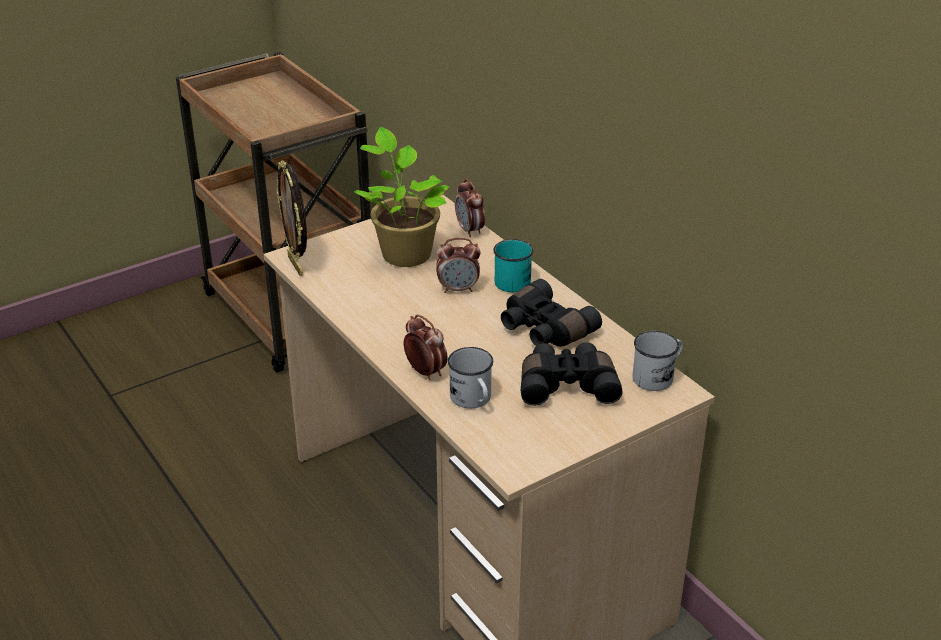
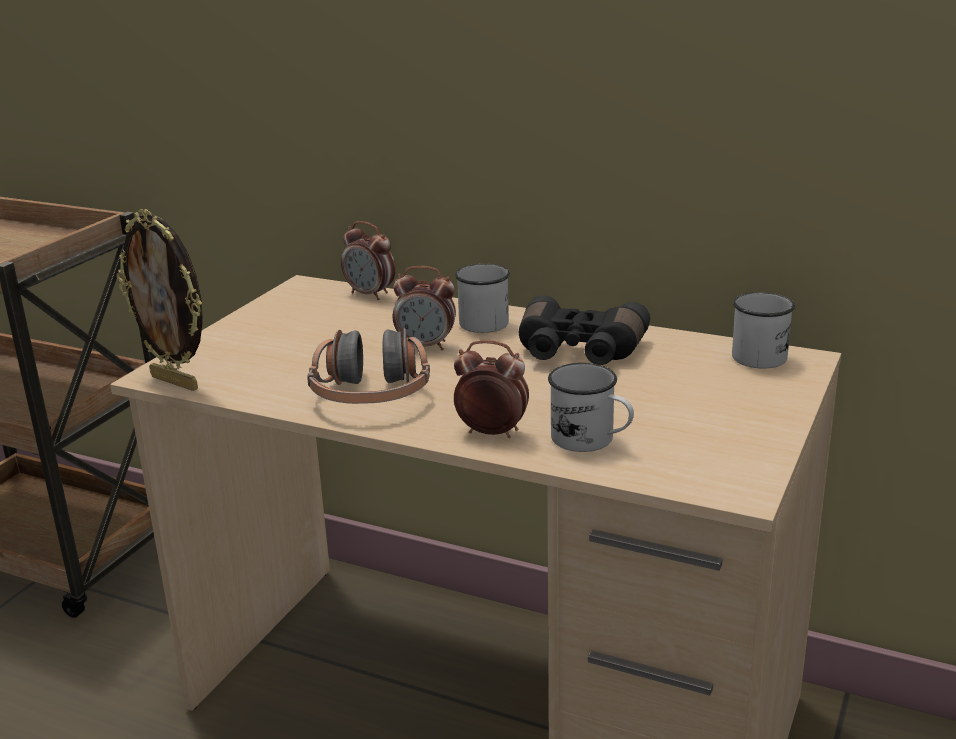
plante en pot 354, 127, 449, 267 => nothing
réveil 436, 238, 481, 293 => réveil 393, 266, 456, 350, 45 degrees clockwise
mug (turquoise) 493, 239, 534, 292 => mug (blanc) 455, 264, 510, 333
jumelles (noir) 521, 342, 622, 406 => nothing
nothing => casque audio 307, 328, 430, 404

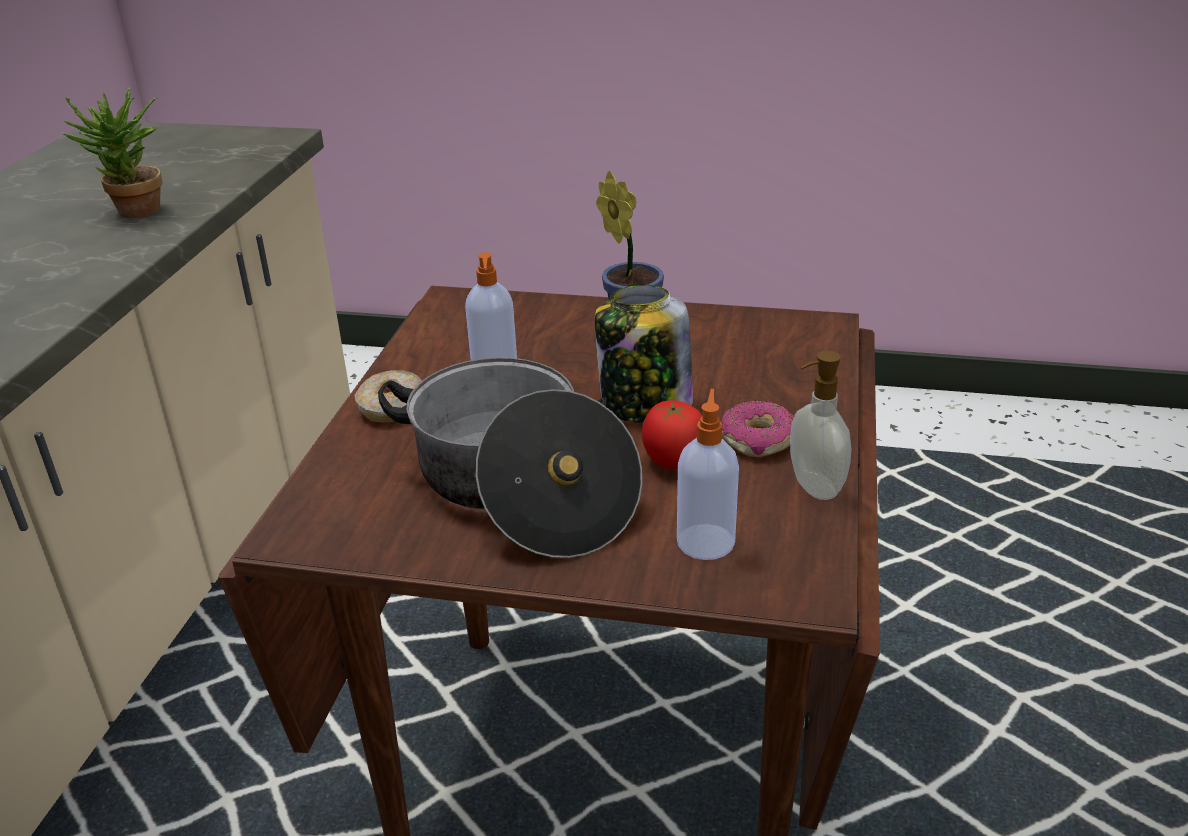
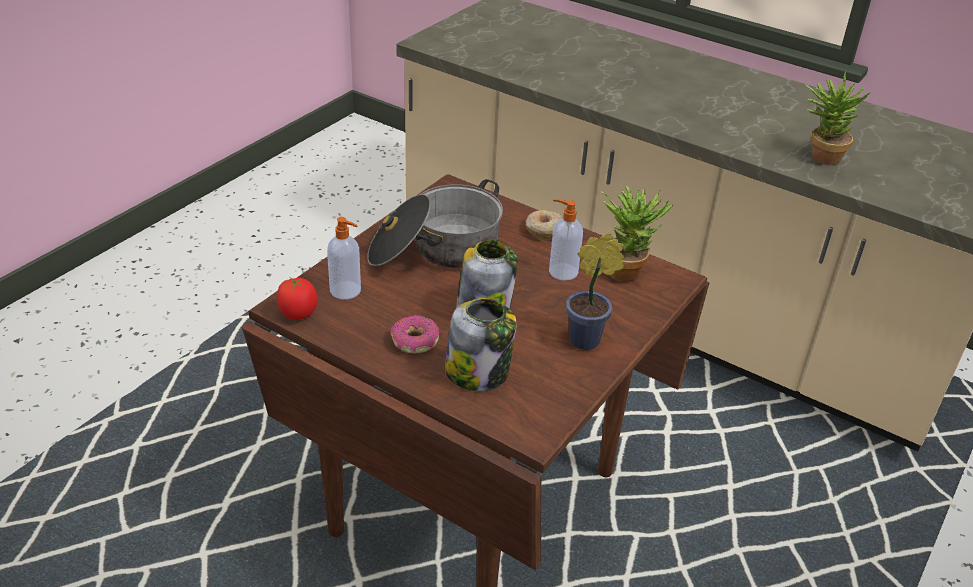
distributeur de savon 790, 350, 852, 500 => nothing
tomate 642, 400, 702, 469 => tomate 277, 276, 318, 320, shifted
nothing => plante en pot 601, 186, 674, 282
nothing => bocal 445, 298, 516, 391

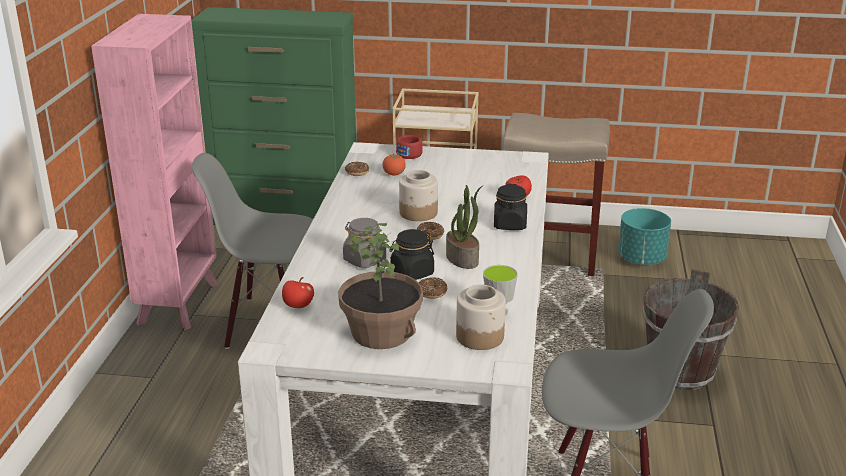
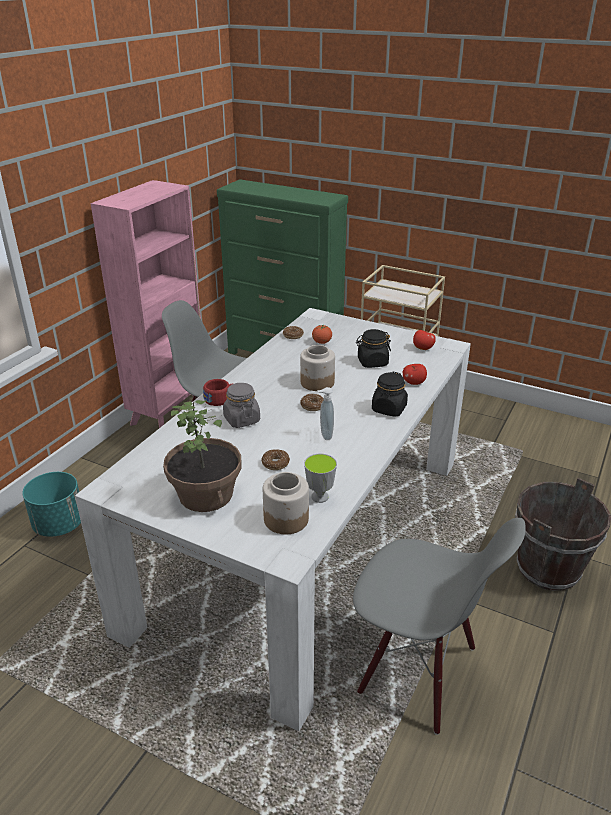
tabouret (beige) 503, 113, 610, 276 => nothing
tasse (rouge) 396, 135, 423, 159 => tasse (rouge) 203, 379, 231, 406, shifted
plante en pot 446, 185, 483, 269 => distributeur de savon 317, 387, 334, 440
cache-pot (turquoise) 618, 208, 671, 265 => cache-pot (turquoise) 22, 472, 81, 537, shifted
bocal (noir) 389, 229, 434, 280 => bocal (noir) 356, 329, 391, 368, shifted
pomme 282, 277, 314, 308 => pomme 413, 329, 436, 350, shifted

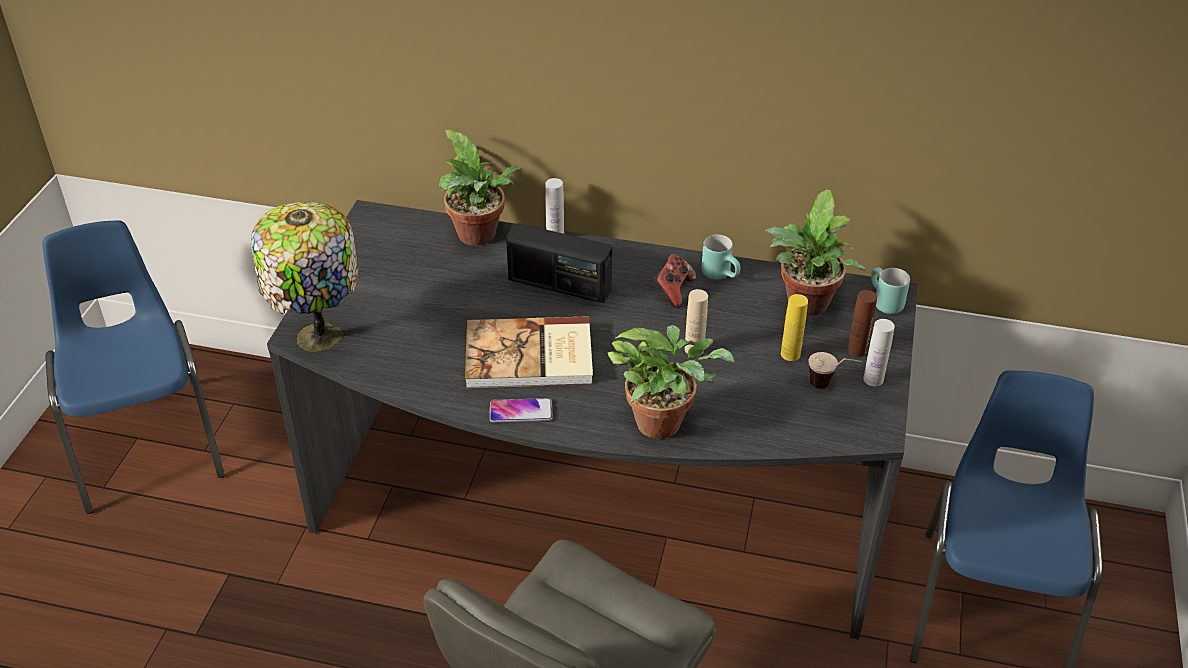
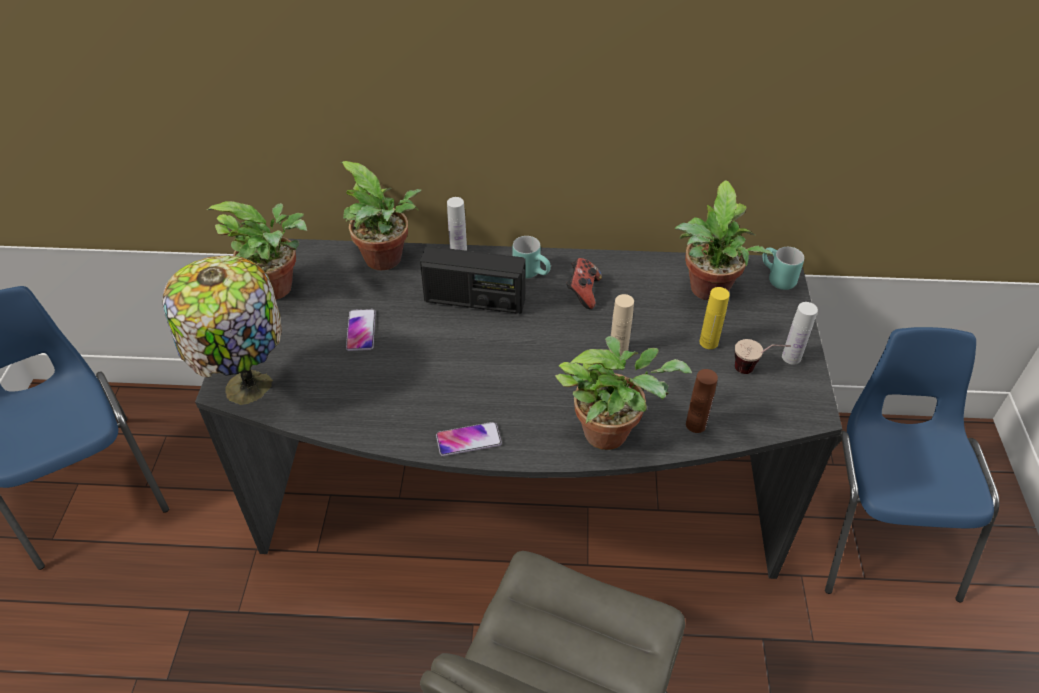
mug (turquoise) 701, 235, 740, 280 => mug (turquoise) 513, 236, 551, 279, shifted
bouteille (marron) 847, 290, 877, 357 => bouteille (marron) 686, 369, 718, 433, shifted
livre 465, 316, 593, 388 => nothing
nothing => plante en pot 207, 201, 307, 300
nothing => téléphone 346, 309, 376, 351

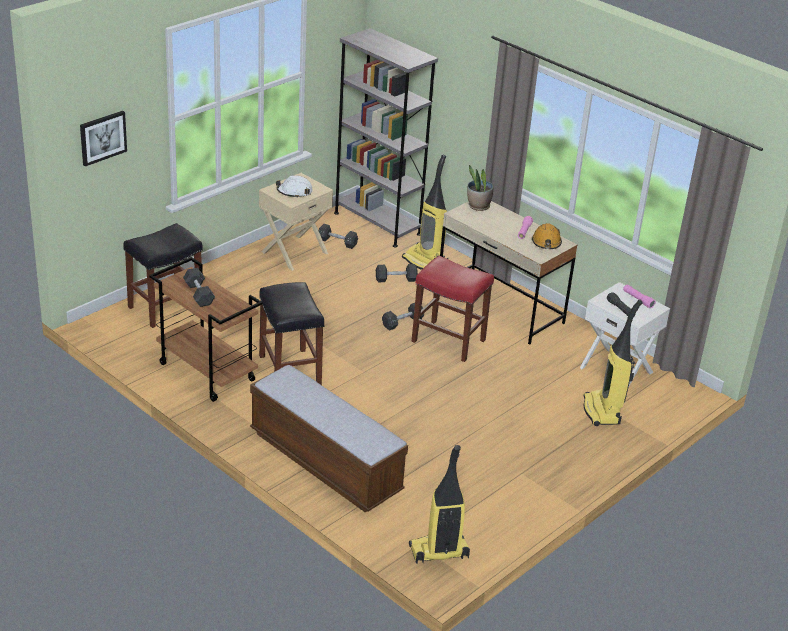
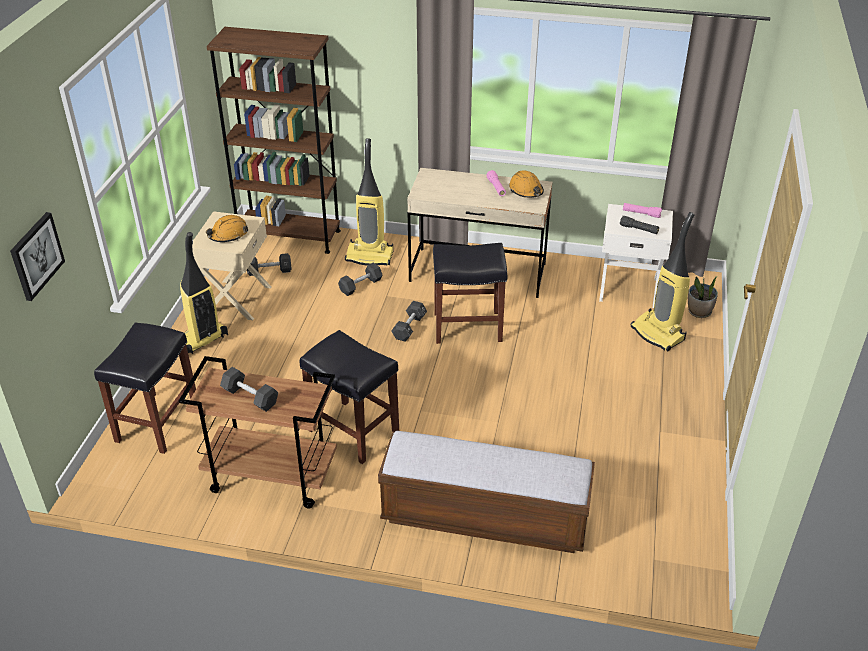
bibliothèque (gris) 334, 28, 438, 248 => bibliothèque (marron) 206, 27, 341, 254
plante en pot 467, 165, 494, 211 => plante en pot 688, 276, 718, 318, shifted
casque de chantier (blanc) 276, 175, 313, 197 => casque de chantier (orange) 206, 215, 248, 242
tabouret (rouge) 412, 256, 494, 362 => tabouret (noir) 433, 243, 507, 344
aspirateur 409, 445, 470, 564 => aspirateur 180, 232, 228, 354, shifted

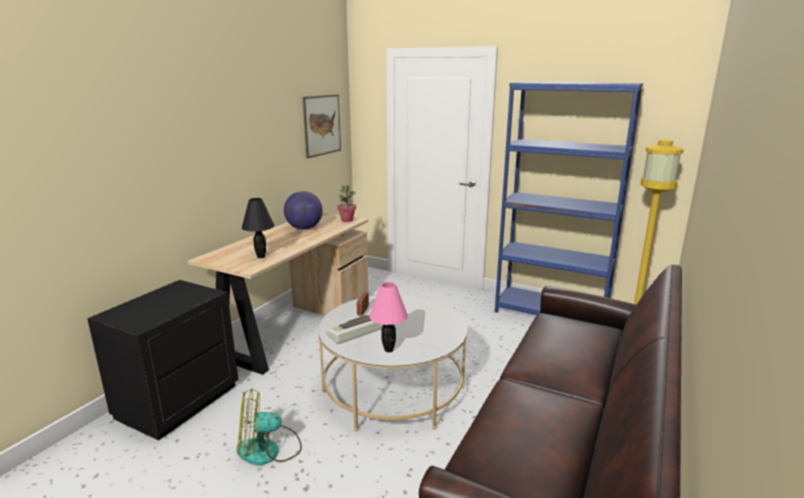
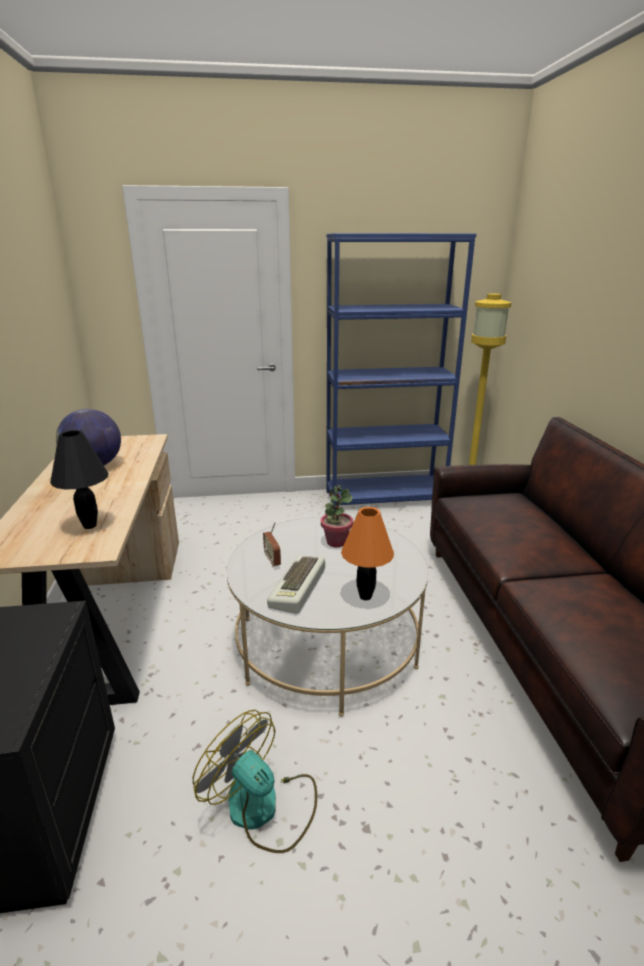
tableau 303, 94, 341, 158 => nothing
plante en pot 337, 185, 356, 222 => plante en pot 321, 485, 353, 547, shifted
lampe de table (rose) 369, 282, 408, 352 => lampe de table (orange) 341, 507, 394, 600
ventilateur 236, 388, 302, 466 => ventilateur 193, 710, 317, 853, 90 degrees clockwise

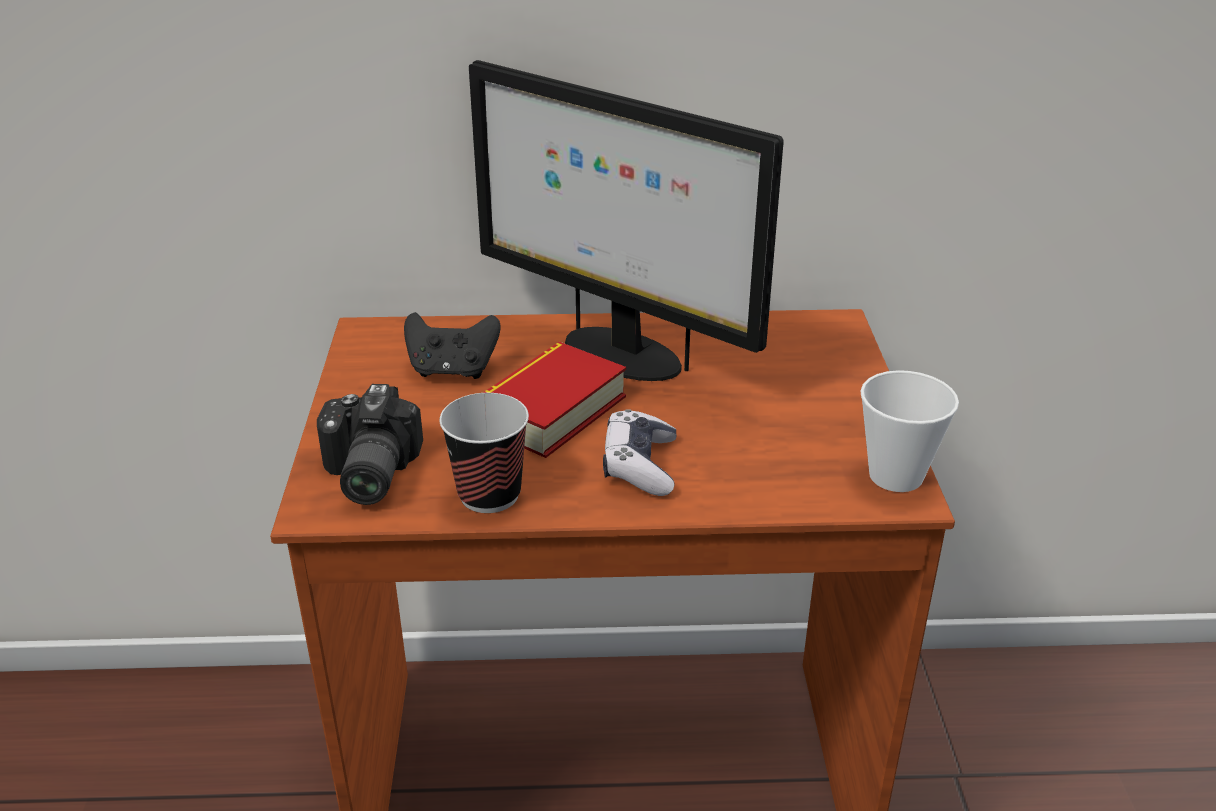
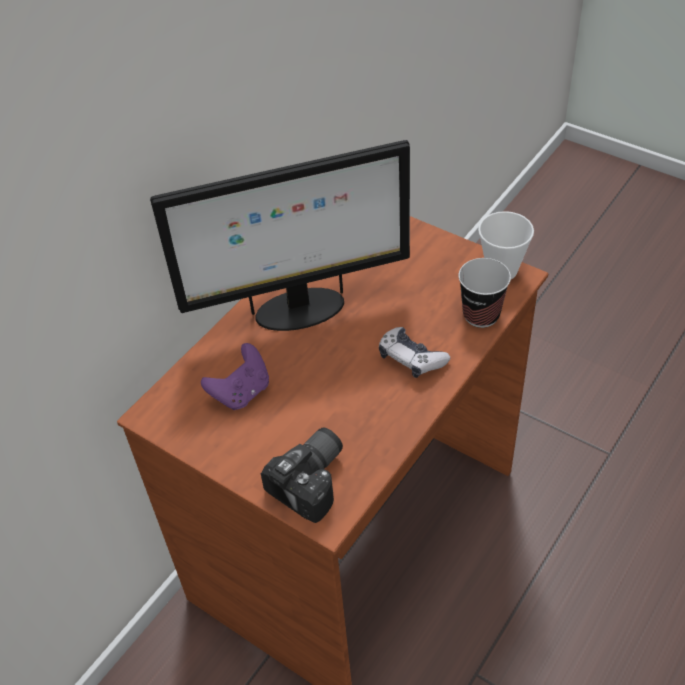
manette (noir) 404, 312, 501, 379 => manette (violet) 201, 343, 269, 410
livre 483, 342, 626, 458 => nothing
appareil photo 317, 384, 423, 505 => appareil photo 261, 427, 343, 523, 90 degrees counterclockwise
tasse 439, 393, 529, 513 => tasse 458, 258, 511, 328, shifted

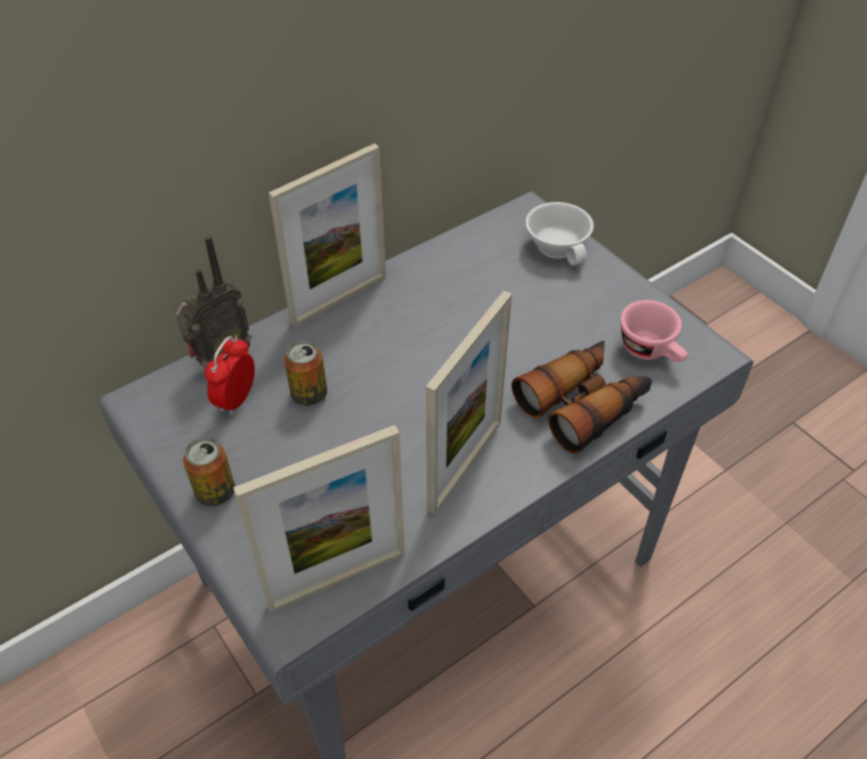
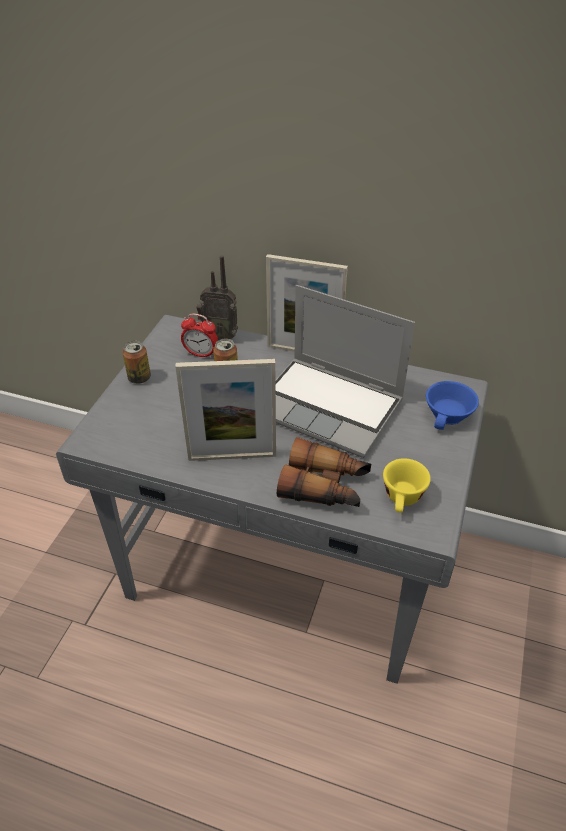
tasse (blanc) 525, 202, 594, 266 => tasse (bleu) 426, 381, 479, 430
tasse (rose) 620, 300, 688, 362 => tasse (jaune) 383, 458, 431, 513
réveil 205, 336, 255, 415 => réveil 181, 313, 218, 358, 150 degrees counterclockwise
cadre photo 233, 425, 405, 612 => nothing
nothing => ordinateur portable 275, 285, 415, 458

